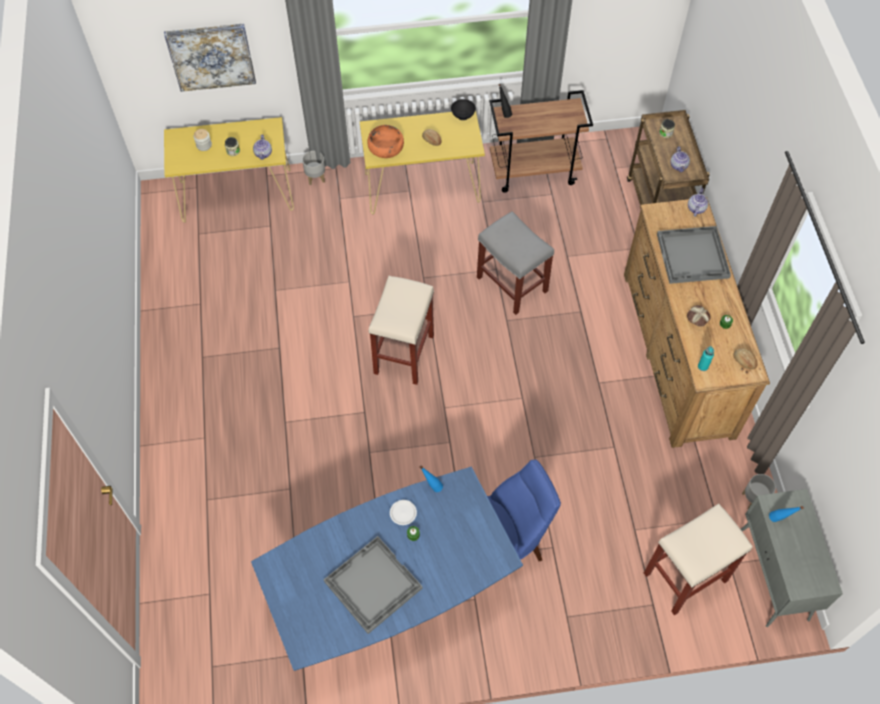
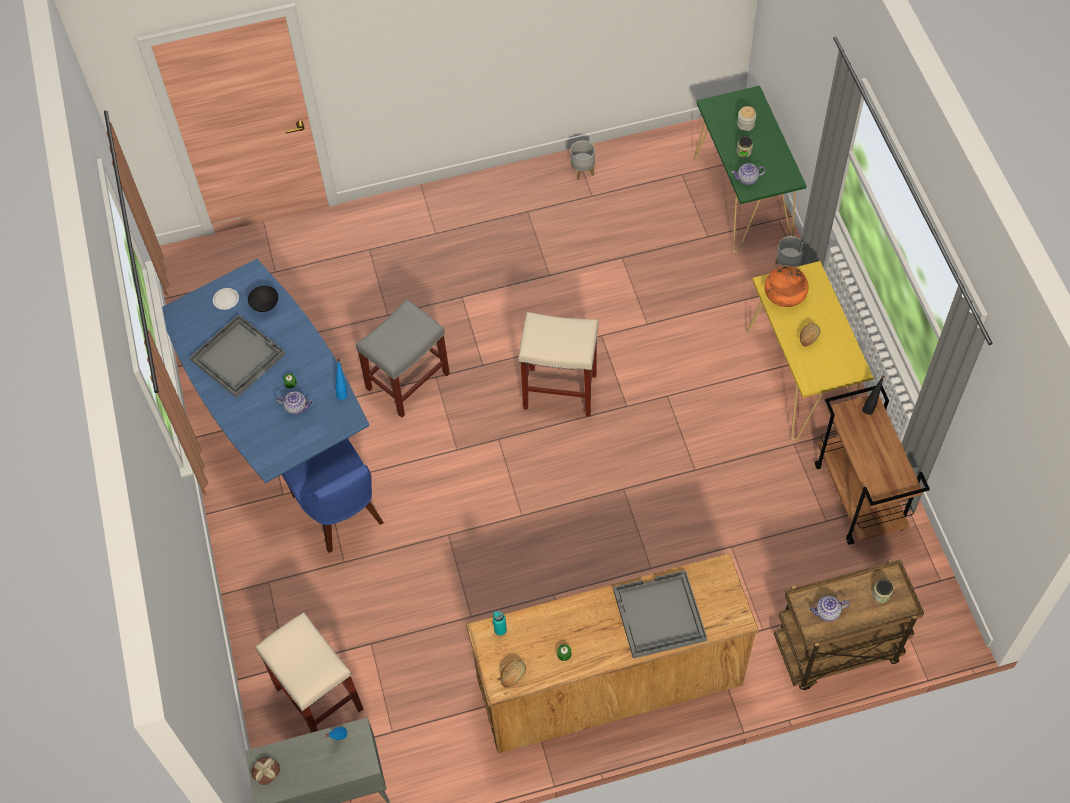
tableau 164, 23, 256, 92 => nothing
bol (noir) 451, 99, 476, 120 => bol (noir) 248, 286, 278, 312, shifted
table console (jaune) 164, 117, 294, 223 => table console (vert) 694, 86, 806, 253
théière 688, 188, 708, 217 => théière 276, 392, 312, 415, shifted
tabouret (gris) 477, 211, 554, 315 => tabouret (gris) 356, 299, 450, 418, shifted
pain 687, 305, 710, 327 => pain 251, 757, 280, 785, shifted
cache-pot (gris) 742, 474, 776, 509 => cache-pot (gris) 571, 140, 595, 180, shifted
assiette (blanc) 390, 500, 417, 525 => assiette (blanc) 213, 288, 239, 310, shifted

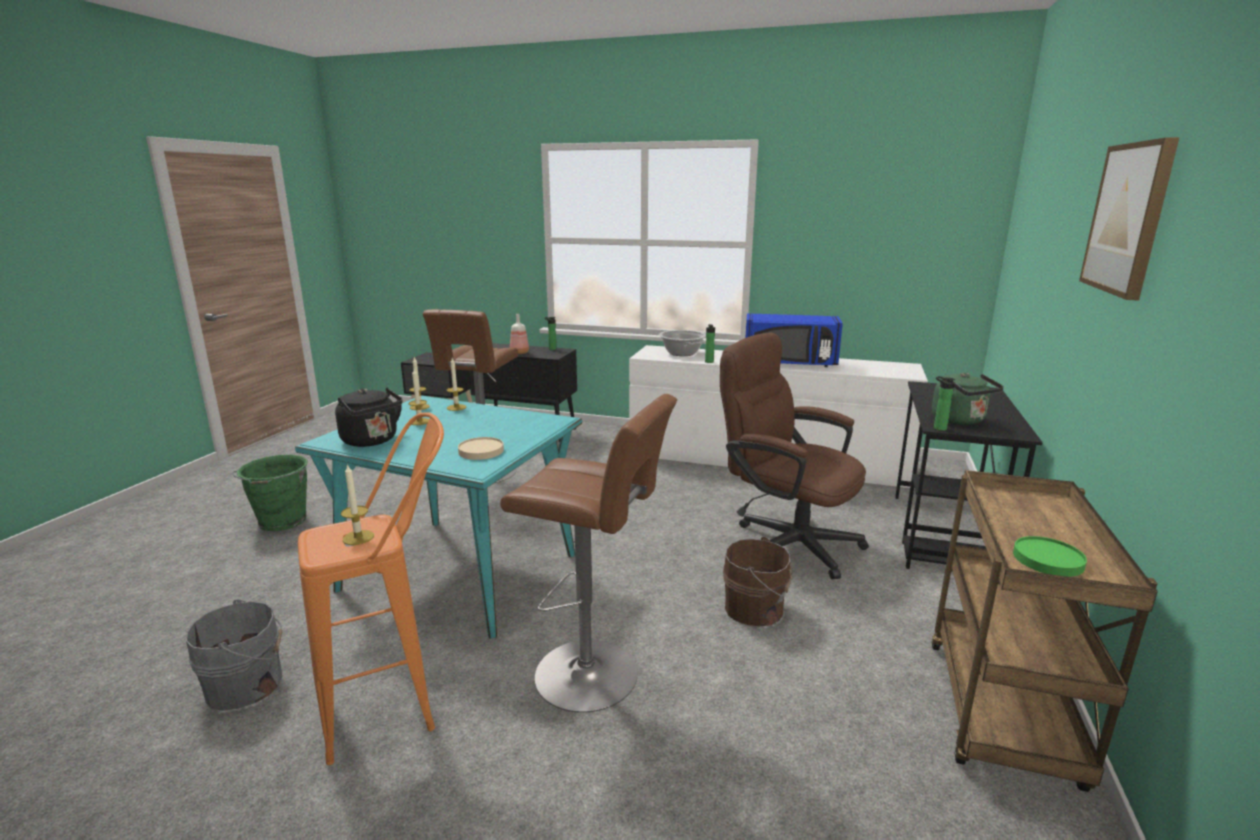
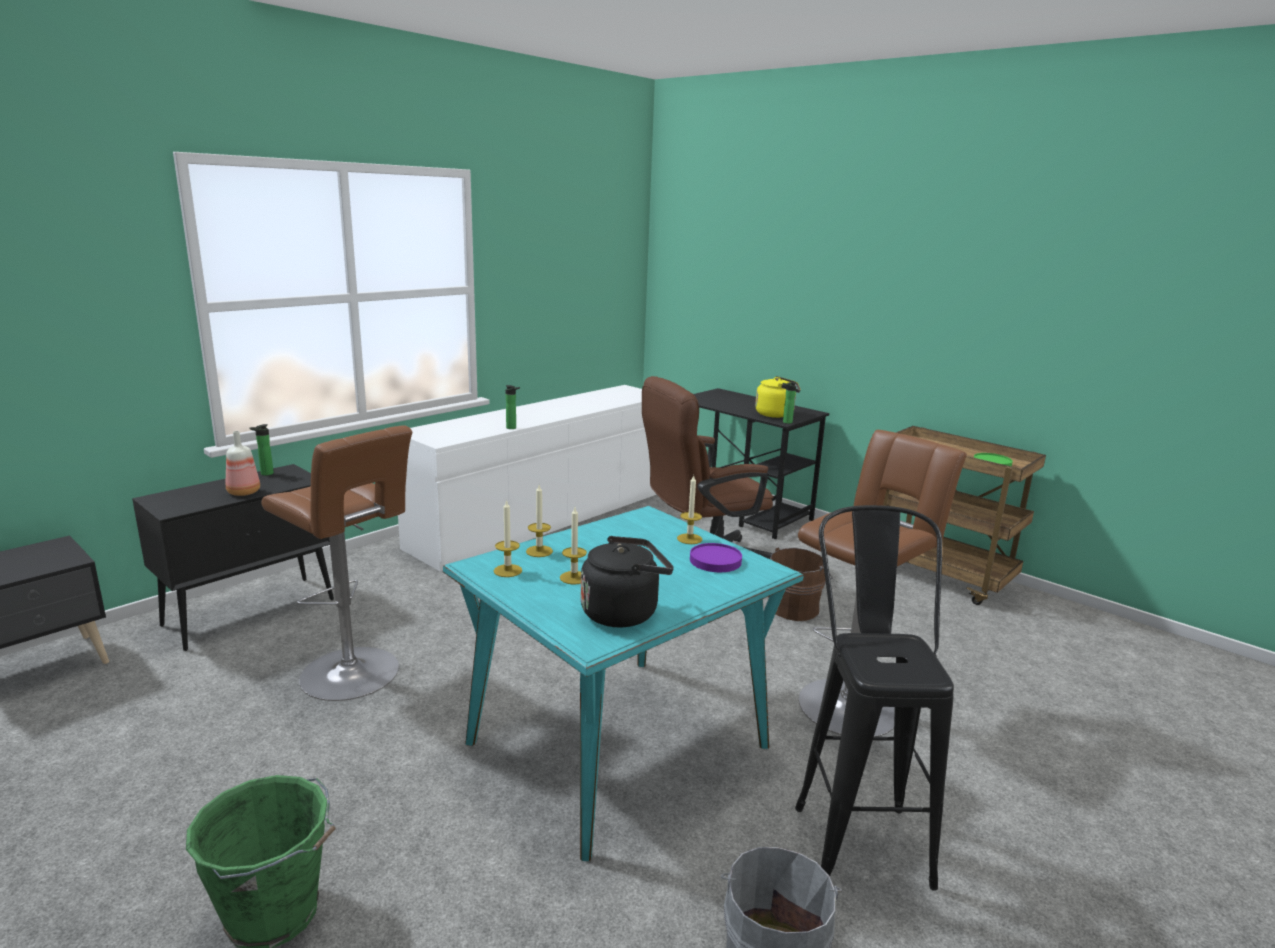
tableau 1079, 137, 1180, 301 => nothing
micro-ondes (bleu) 745, 313, 843, 367 => nothing
marmite 659, 330, 706, 356 => nothing
bouilloire (vert) 932, 372, 1004, 425 => bouilloire (jaune) 755, 376, 801, 418
tabouret (orange) 298, 412, 444, 765 => tabouret (noir) 795, 505, 954, 891
assiette (beige) 458, 437, 504, 460 => assiette (violet) 690, 543, 742, 572
bougie 341, 464, 374, 545 => bougie 677, 476, 702, 544, shifted

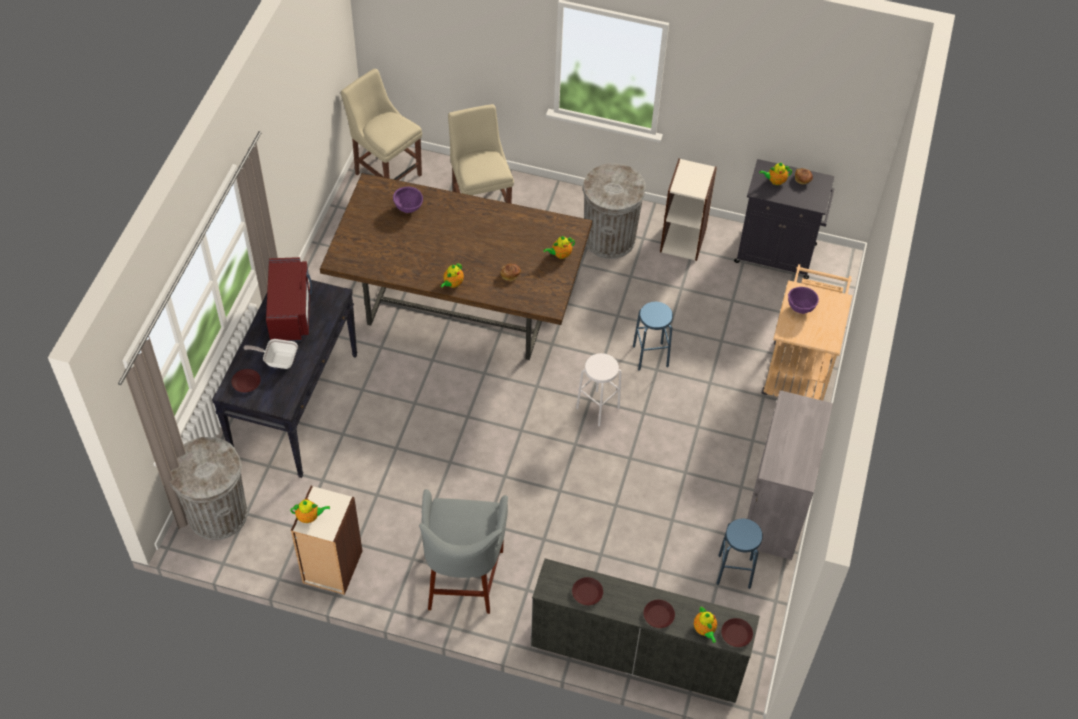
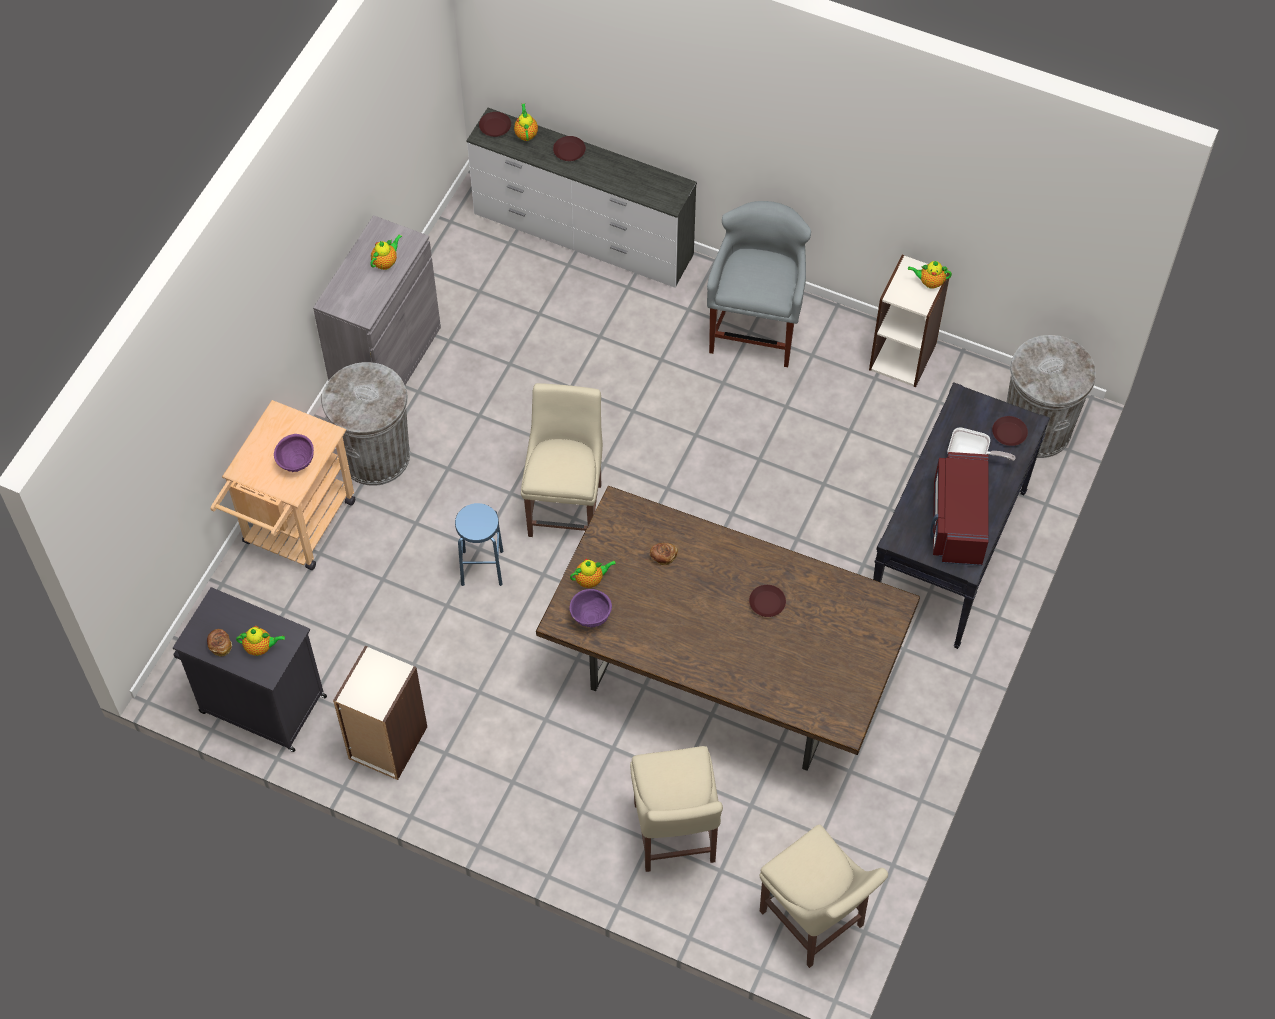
poubelle (gris) 583, 163, 646, 259 => poubelle (gris) 321, 362, 410, 486, shifted
bol (violet) 393, 187, 423, 213 => bol (violet) 569, 589, 612, 627, shifted
théière 441, 263, 464, 288 => théière 370, 234, 402, 270, shifted
tabouret (blanc) 576, 353, 621, 426 => chaise (beige) 521, 383, 603, 537
tabouret (bleu) 716, 518, 763, 589 => nothing
assiette (marron) 572, 577, 603, 605 => assiette (marron) 749, 585, 786, 617, shifted

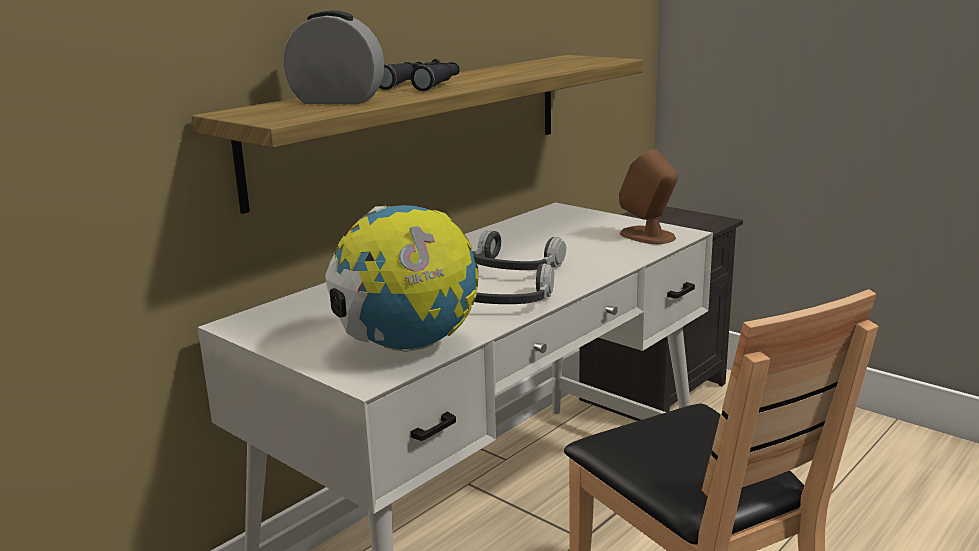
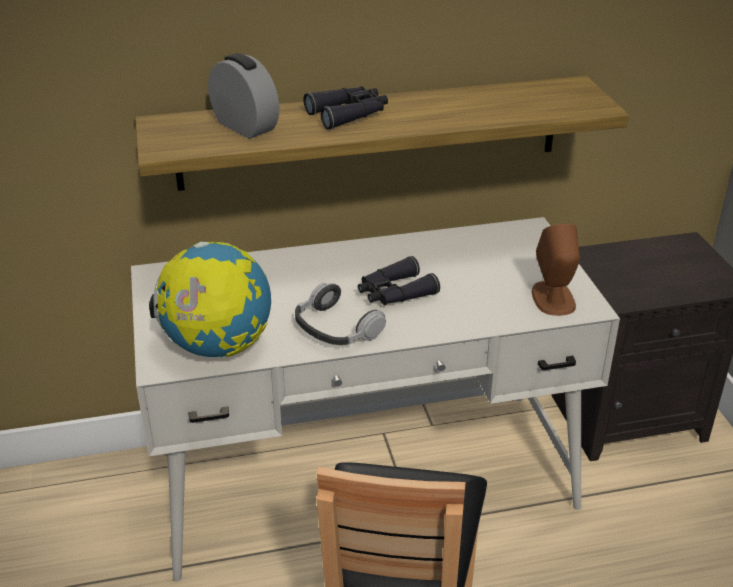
casque audio 472, 231, 566, 270 => jumelles (noir) 358, 256, 440, 305

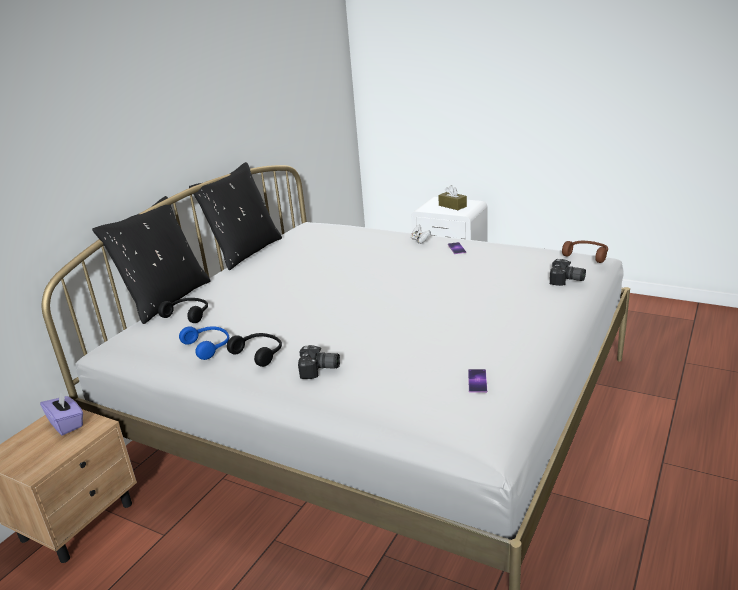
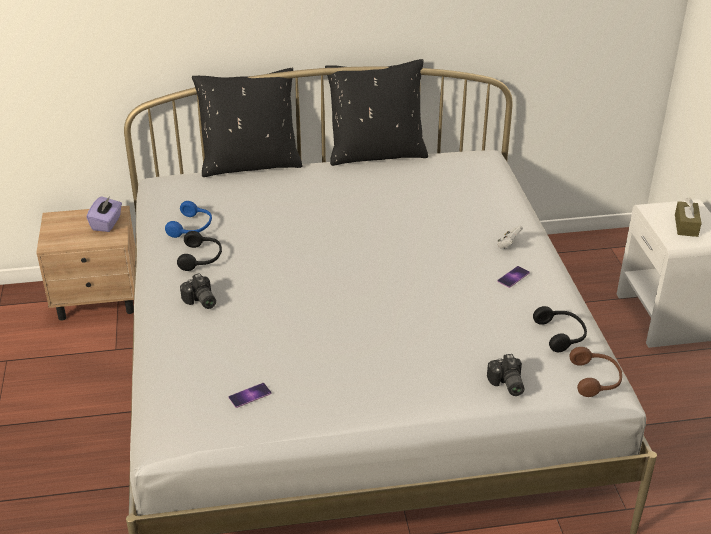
casque audio (noir) 158, 298, 208, 323 => casque audio (noir) 533, 306, 587, 352, shifted

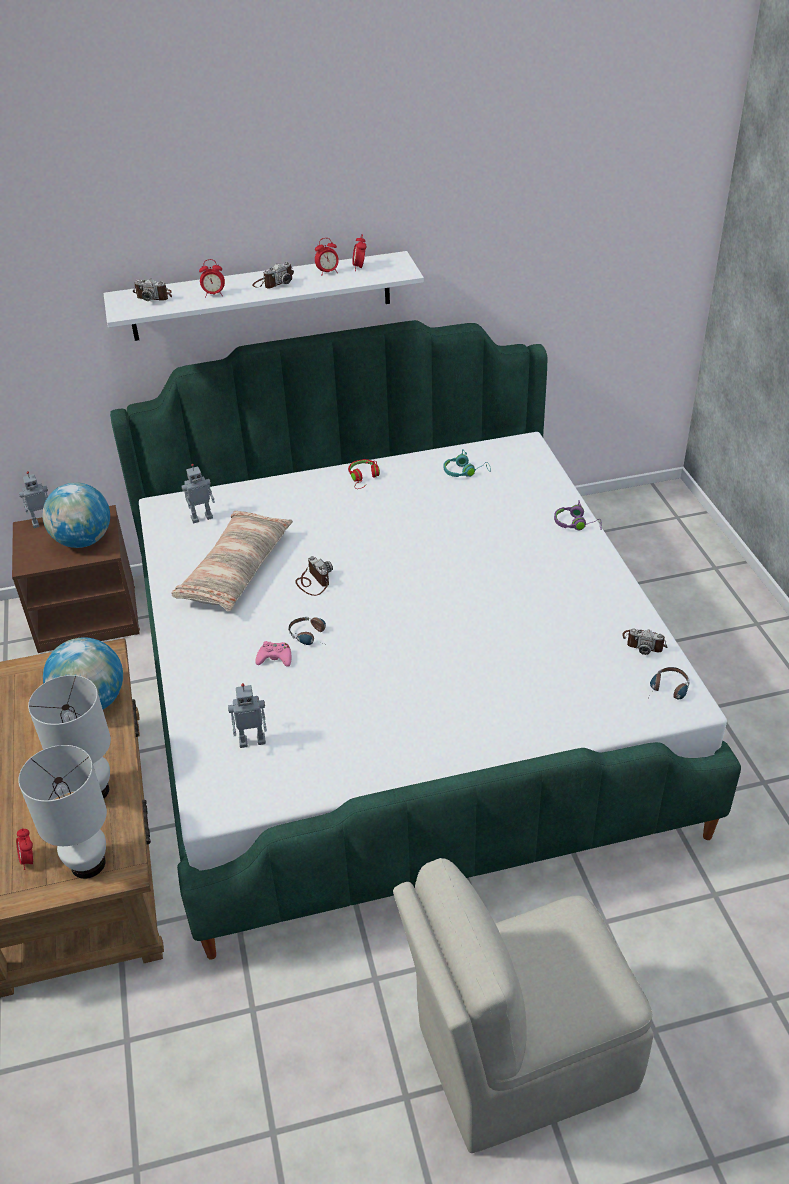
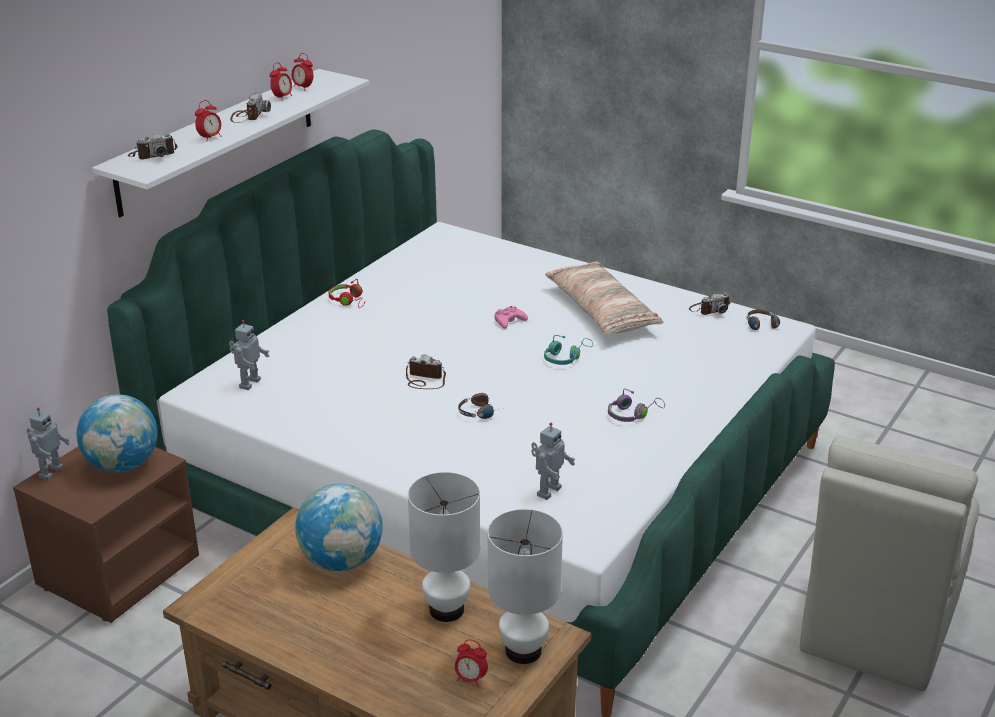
casque audio (turquoise) 444, 449, 491, 477 => casque audio (turquoise) 544, 335, 593, 365, shifted
casque audio (violet) 554, 500, 602, 530 => casque audio (violet) 608, 389, 665, 422, shifted
coussin 171, 511, 293, 611 => coussin 545, 261, 664, 335, shifted
manette (rose) 255, 641, 291, 667 => manette (rose) 495, 306, 528, 329, shifted

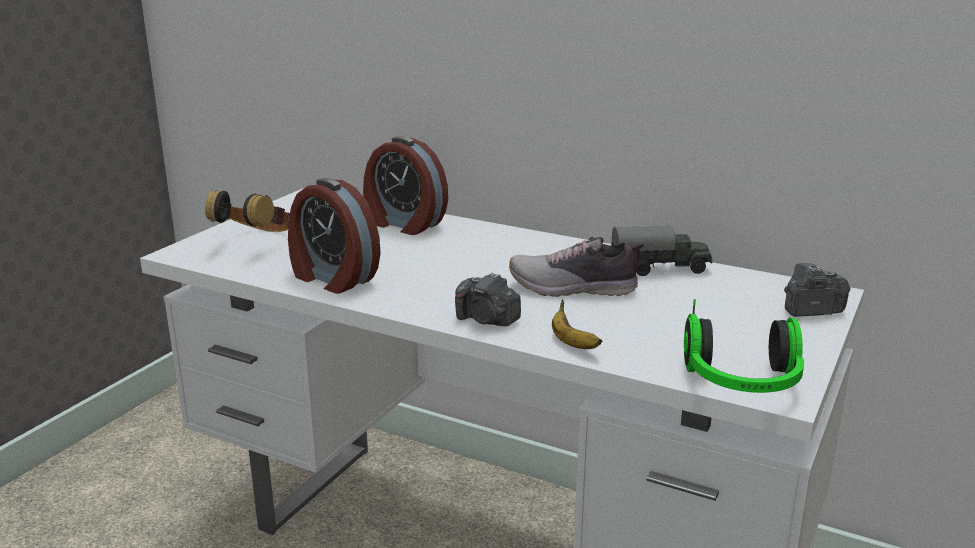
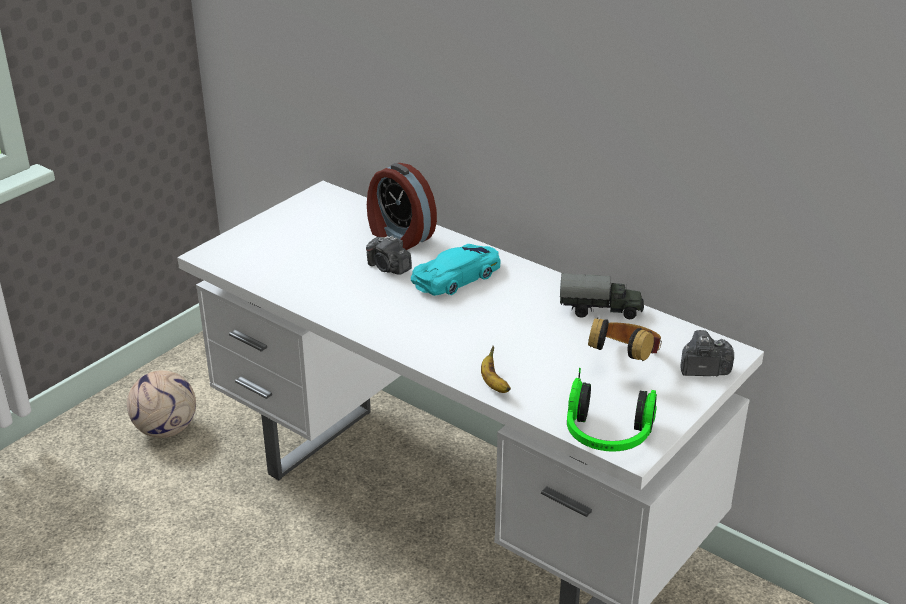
réveil 288, 178, 381, 294 => nothing
casque audio 205, 190, 290, 232 => casque audio 588, 317, 662, 361, shifted
chaussure 509, 237, 644, 297 => nothing
appareil photo 455, 272, 521, 326 => appareil photo 366, 236, 412, 275, shifted
nothing => petite voiture (turquoise) 411, 244, 501, 296
nothing => ballon de foot 127, 370, 196, 438

